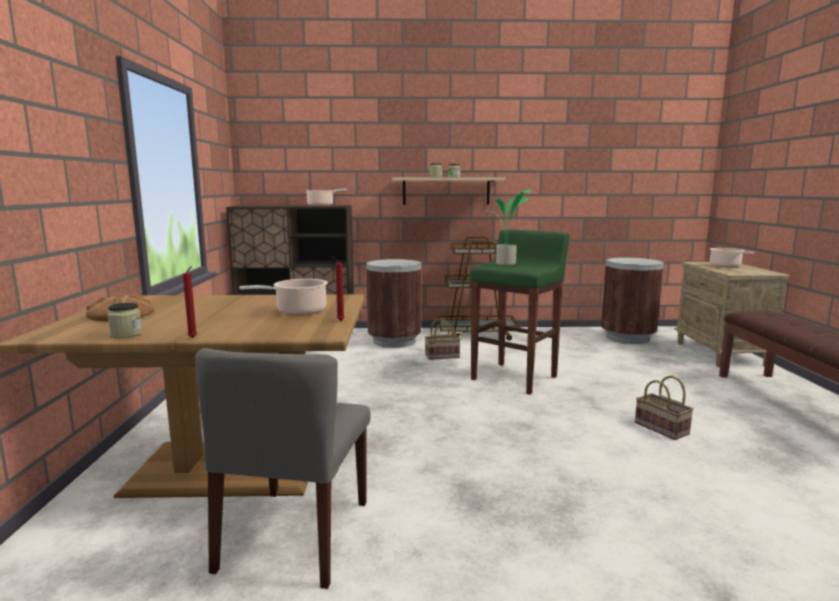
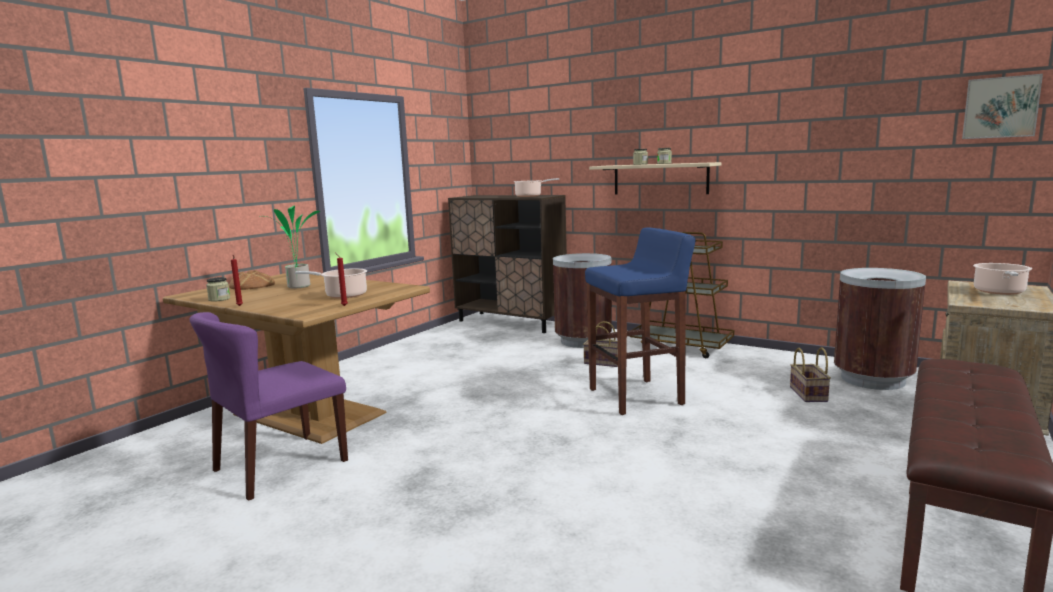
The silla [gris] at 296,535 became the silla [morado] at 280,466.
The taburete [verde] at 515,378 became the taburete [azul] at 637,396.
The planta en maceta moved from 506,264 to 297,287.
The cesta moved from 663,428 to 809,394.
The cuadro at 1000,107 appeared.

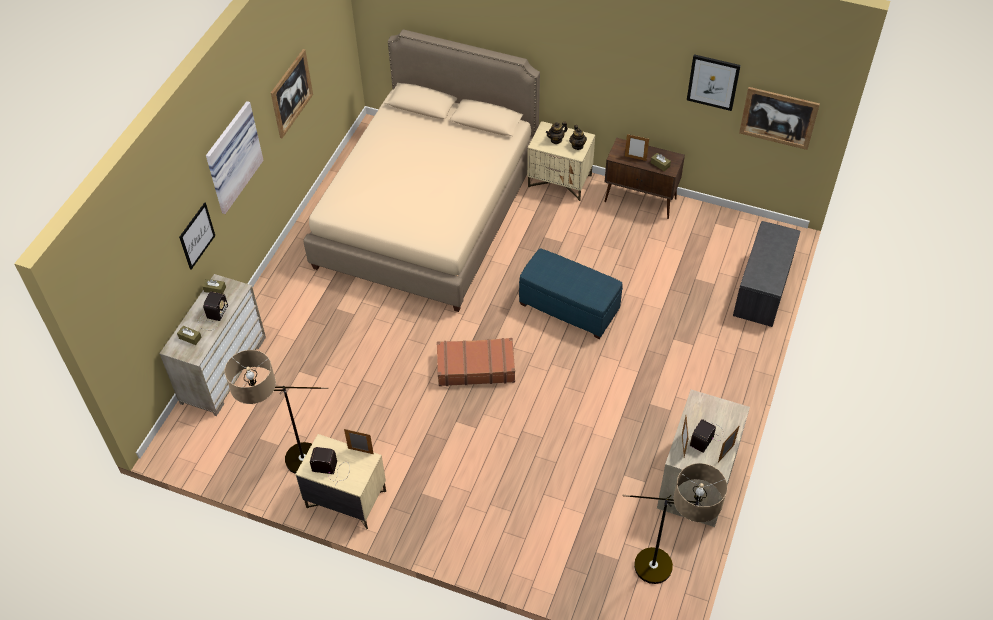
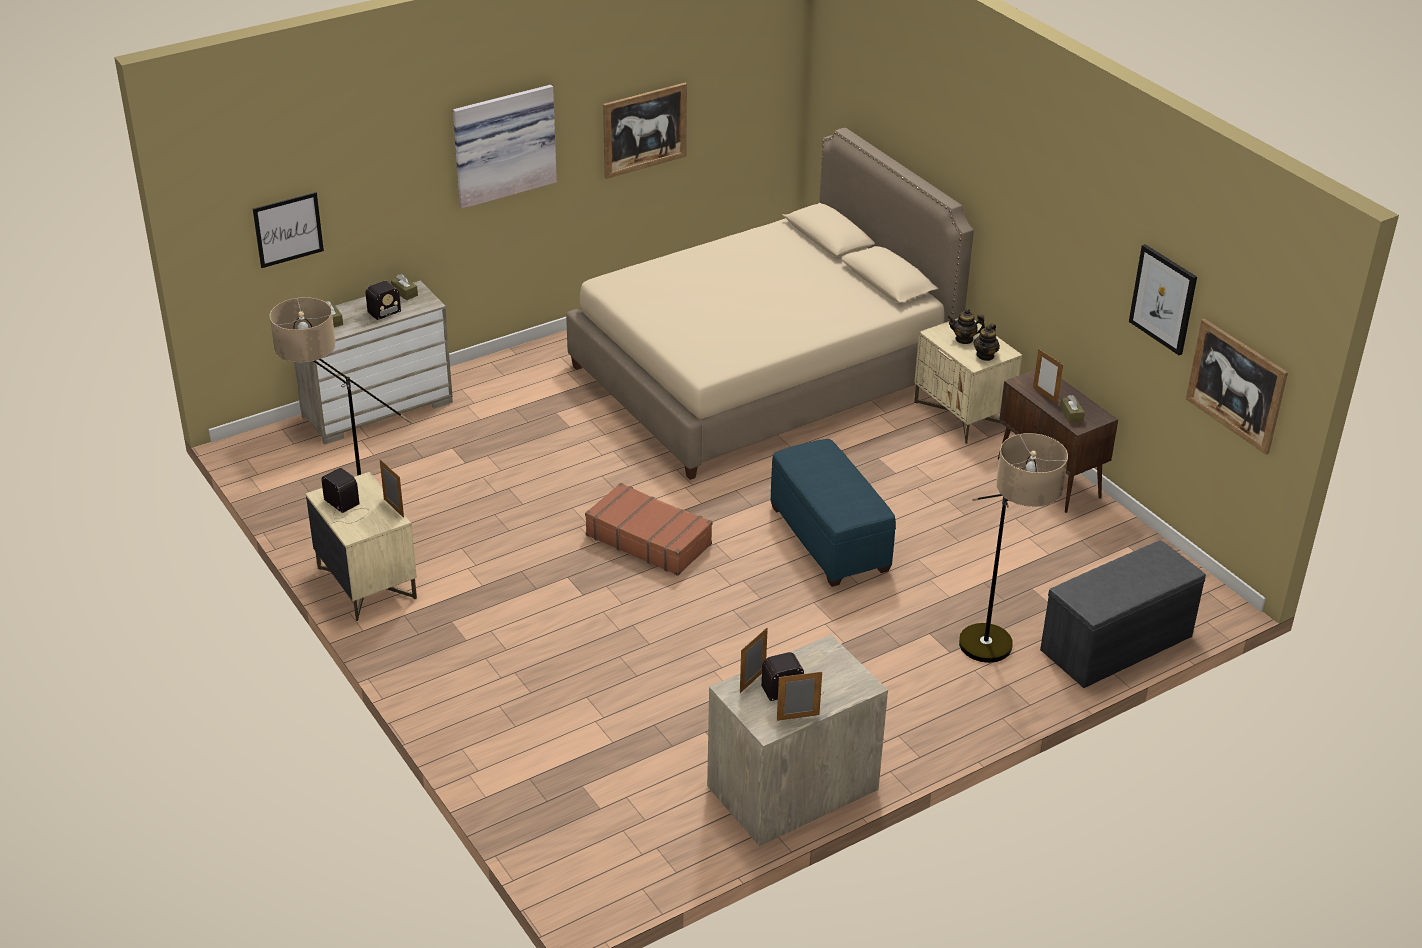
The cuadro moved from 197,236 to 288,229.
The lámpara de pie moved from 666,574 to 994,658.

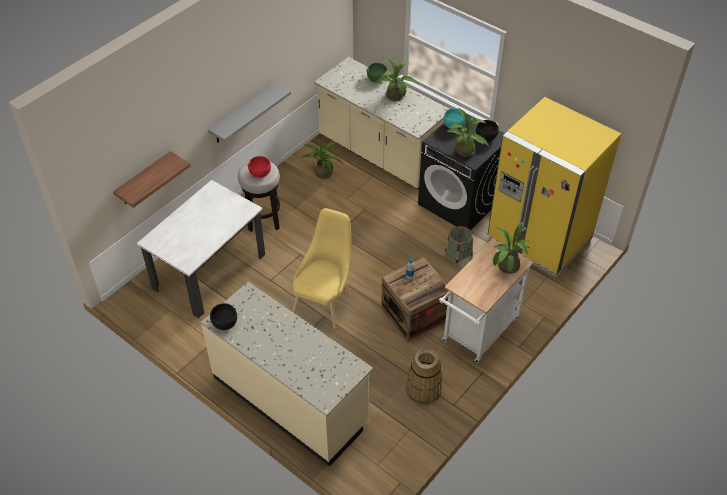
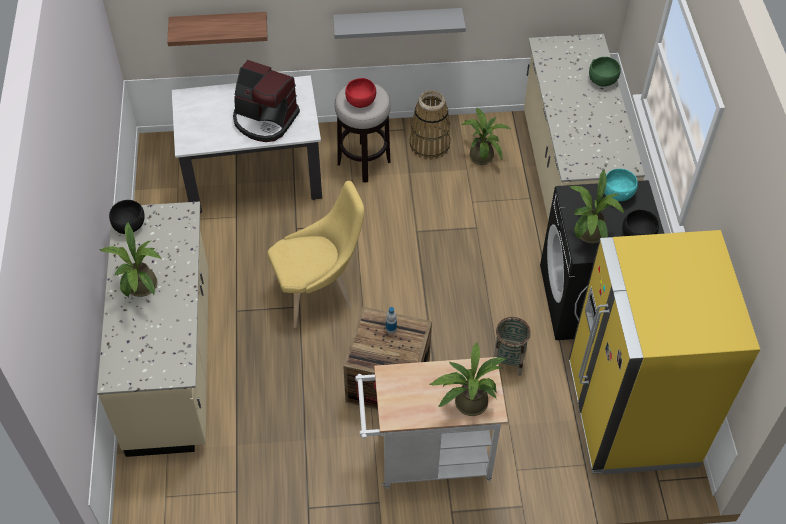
The planta en maceta moved from 396,97 to 141,289.
The cesta moved from 423,389 to 429,144.
The cafetera at 265,120 appeared.

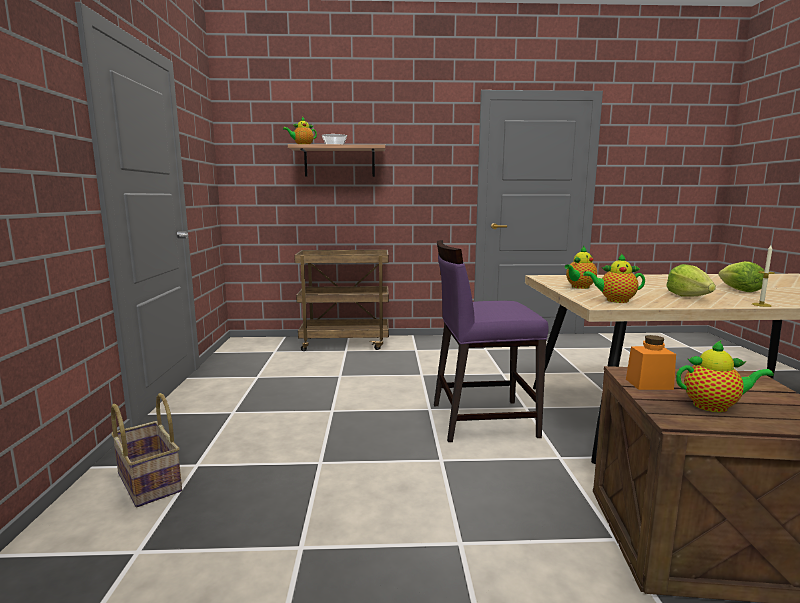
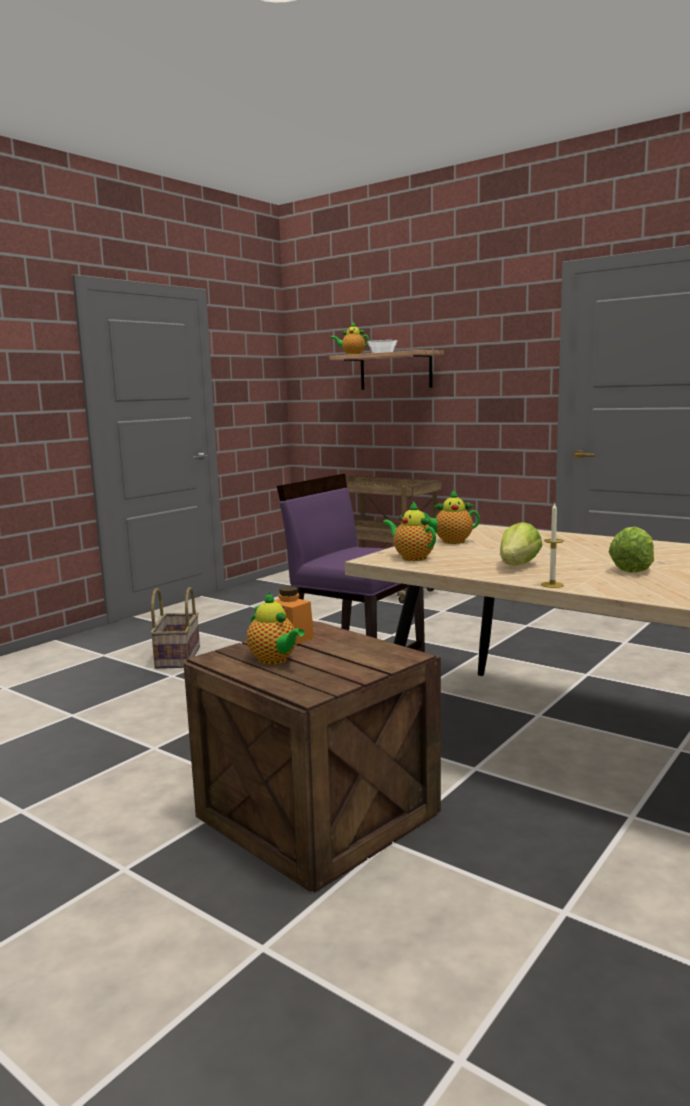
The cesta moved from 147,482 to 177,657.

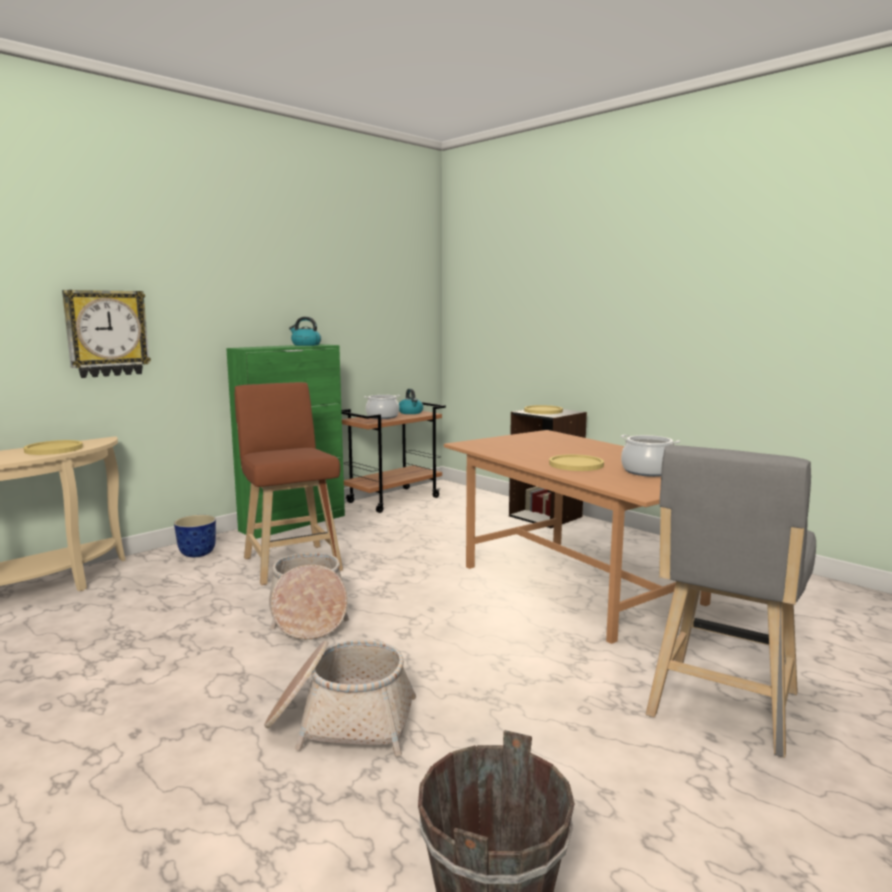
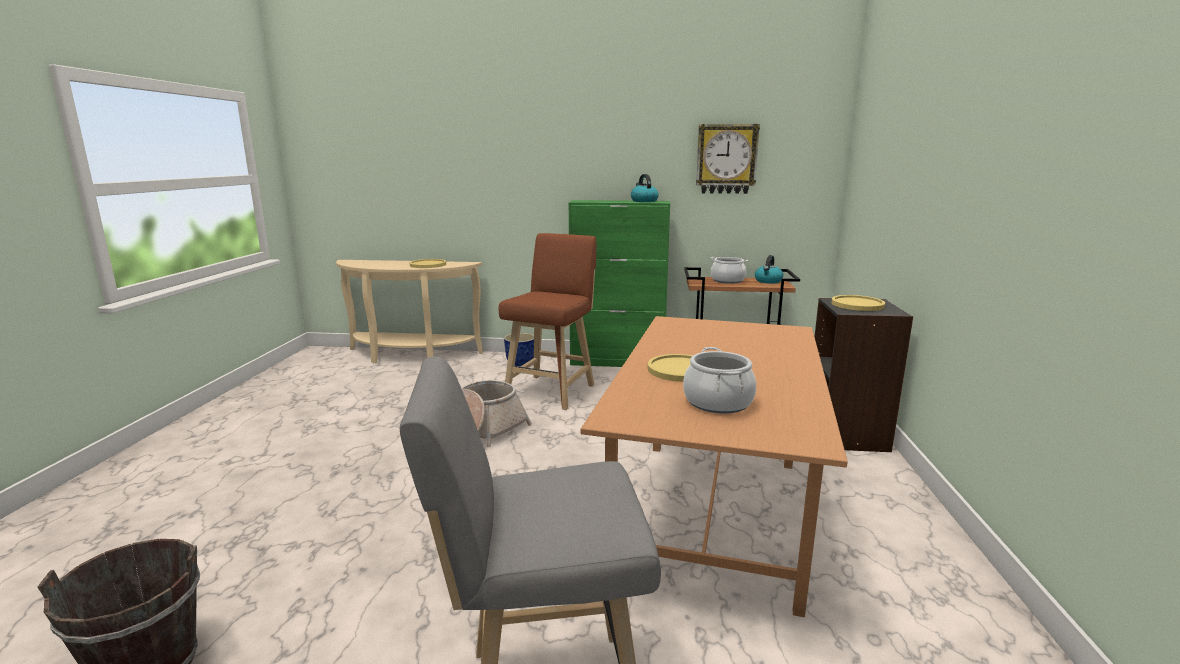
The reloj de pared moved from 107,333 to 726,159.
The cesta at 341,721 disappeared.

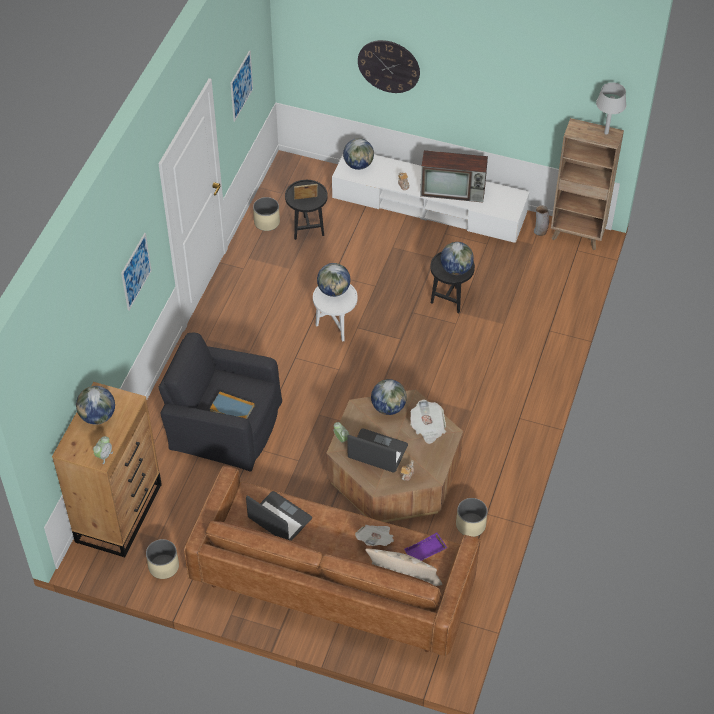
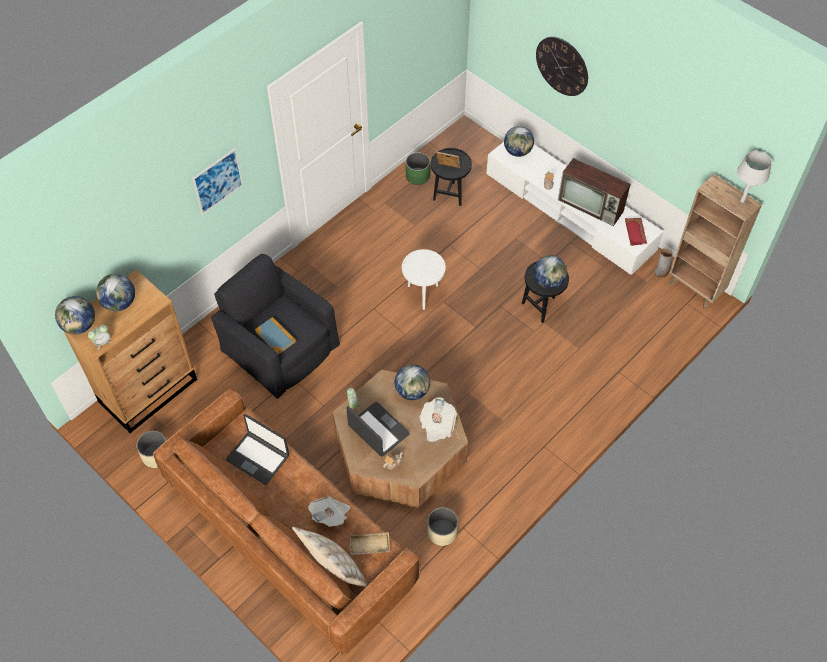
The cuadro at 241,86 disappeared.
The portátil at 279,519 turned 150 degrees clockwise.
The maceta [beis] at 266,222 became the maceta [verde] at 417,176.
The globo terráqueo moved from 334,290 to 80,326.
The bandeja [morado] at 425,552 became the bandeja [beis] at 369,546.
The bandeja [rojo] at 636,234 appeared.

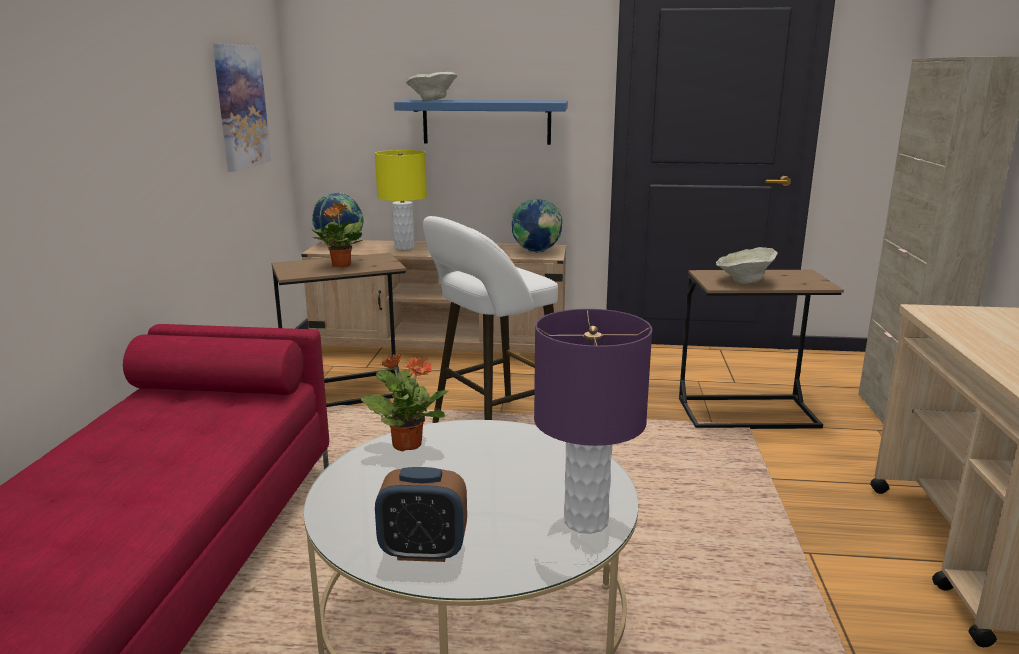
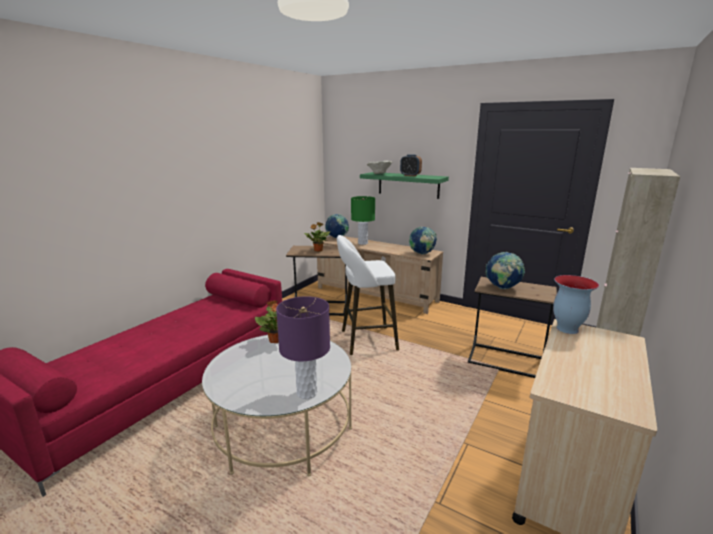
The cuadro at 240,107 disappeared.
The lámpara de mesa [amarillo] at 404,247 became the lámpara de mesa [verde] at 363,243.
The despertador moved from 423,551 to 410,175.
The estante [azul] at 486,122 became the estante [verde] at 408,185.
The cuenco [beis] at 744,281 was replaced by the globo terráqueo at 502,288.
The florero at 566,329 appeared.

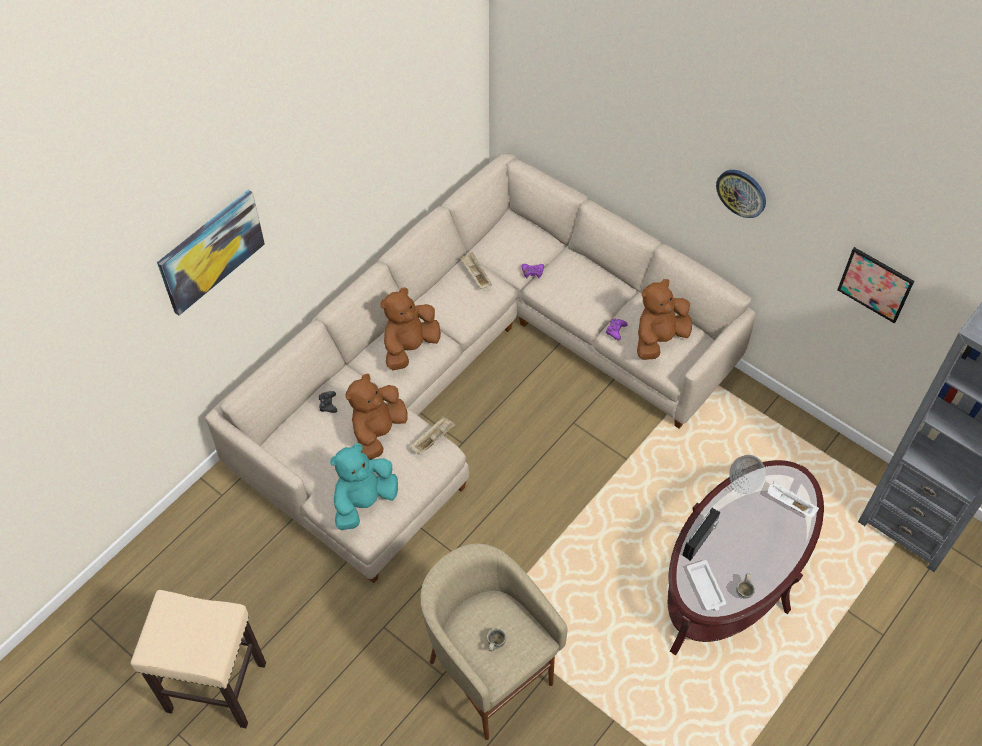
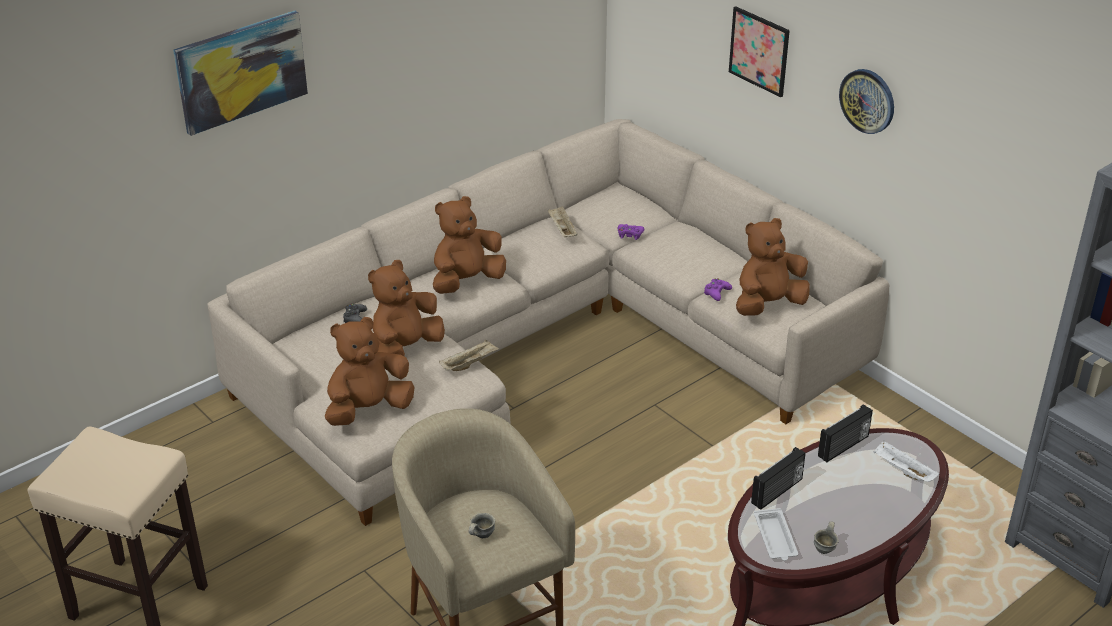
The peluche [turquesa] at 364,502 became the peluche [marrón] at 368,409.
The florero at 742,486 was replaced by the radio at 844,447.
The cuadro moved from 875,284 to 759,51.

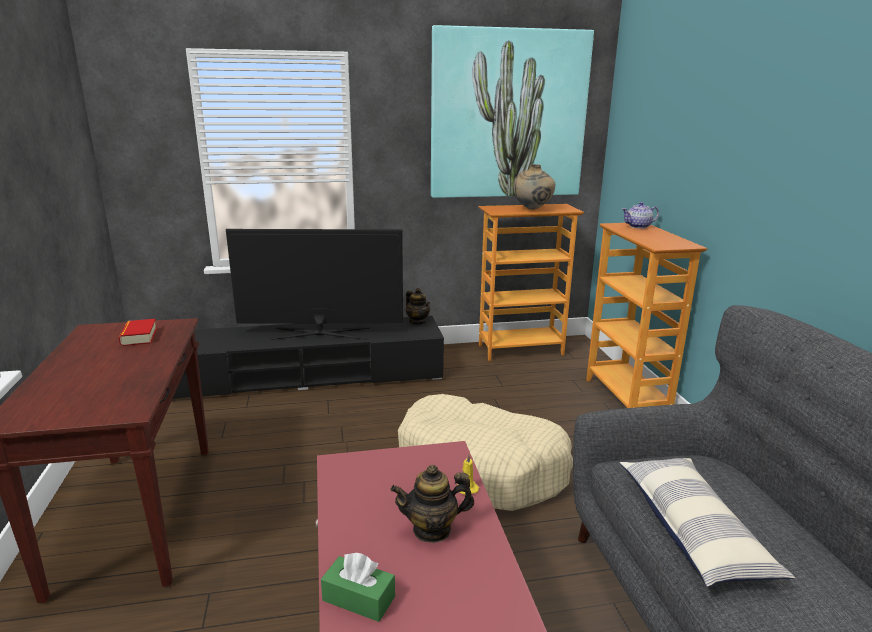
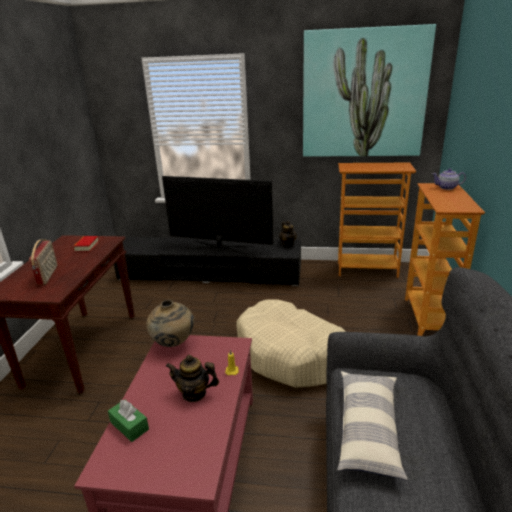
The florero [beis] moved from 532,209 to 174,344.
The radio at 48,275 appeared.

